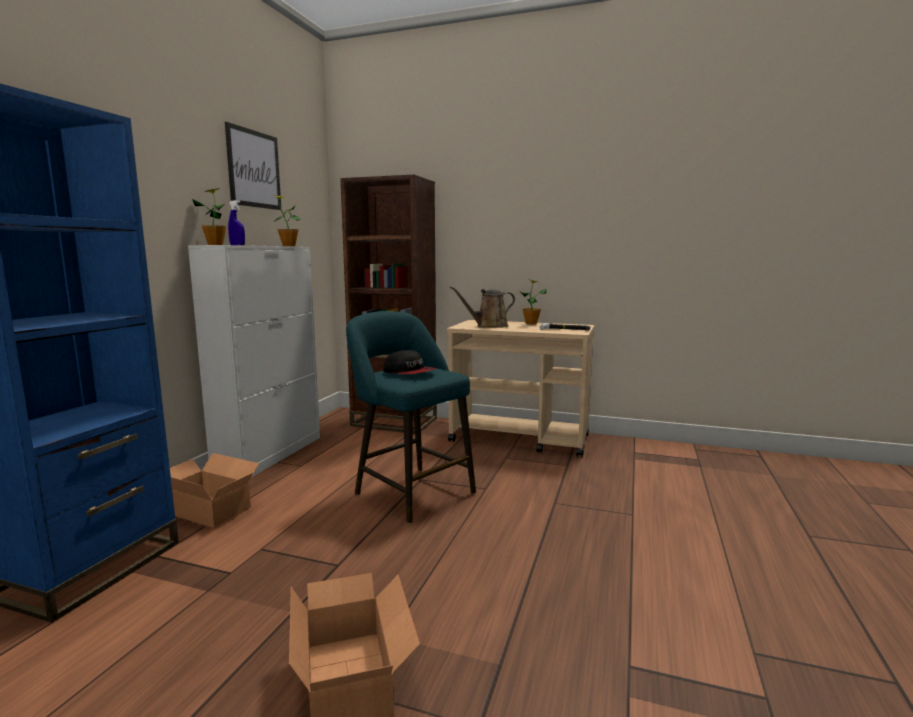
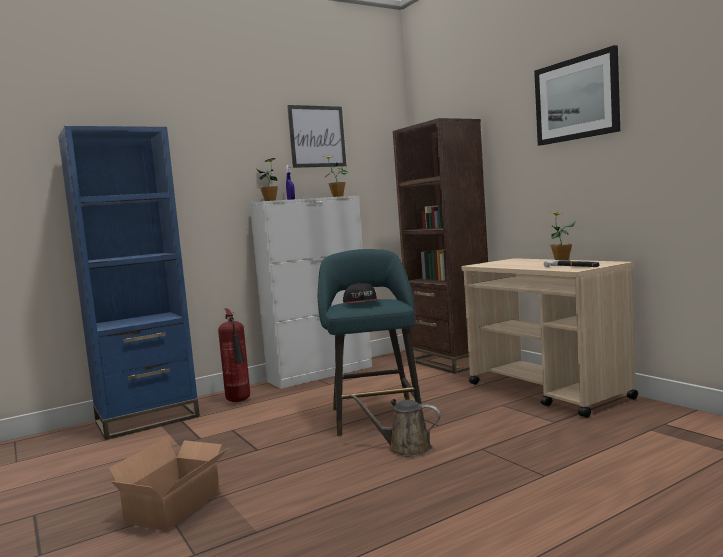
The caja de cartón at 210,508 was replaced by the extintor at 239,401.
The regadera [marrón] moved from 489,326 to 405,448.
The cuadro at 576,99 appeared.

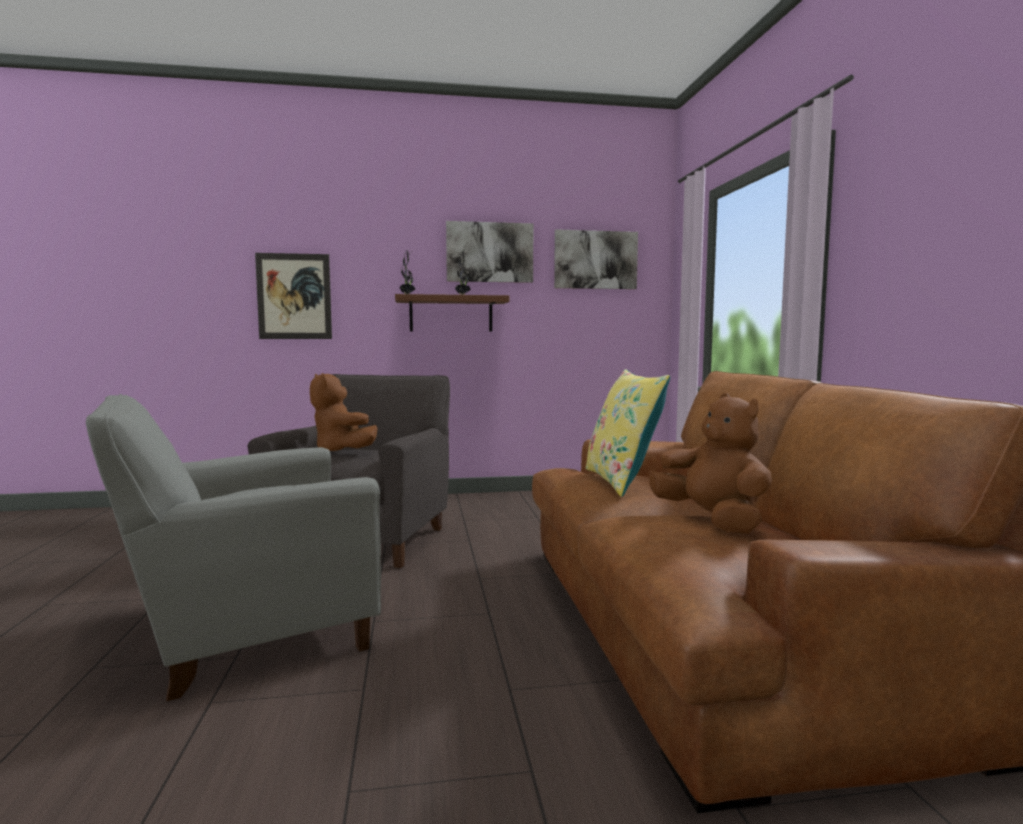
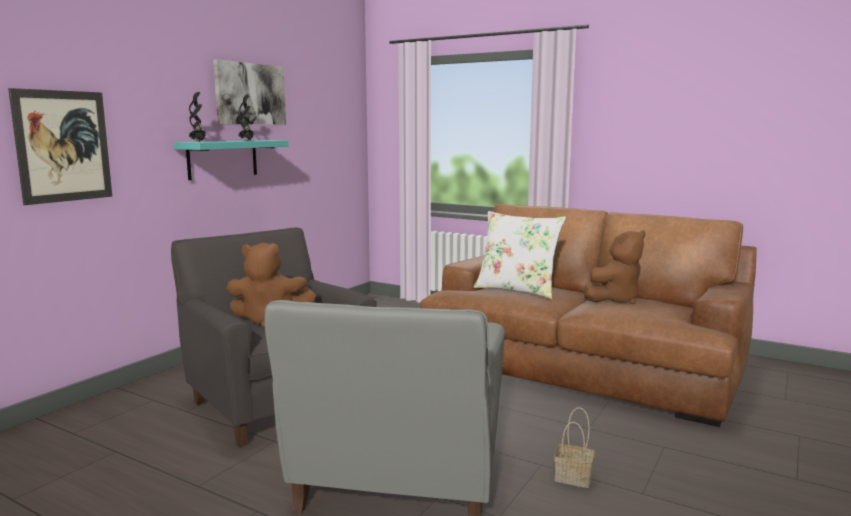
The estante [marrón] at 451,314 became the estante [turquesa] at 222,159.
The cuadro at 595,260 disappeared.
The cojín [amarillo] at 622,481 became the cojín [blanco] at 517,290.
The peluche [marrón] at 712,521 turned 135 degrees clockwise.
The cesta at 574,477 appeared.

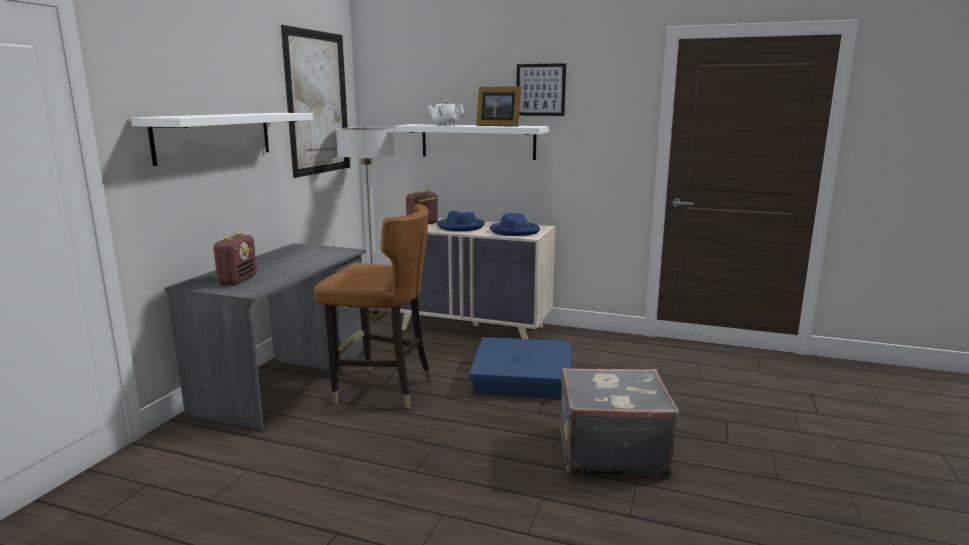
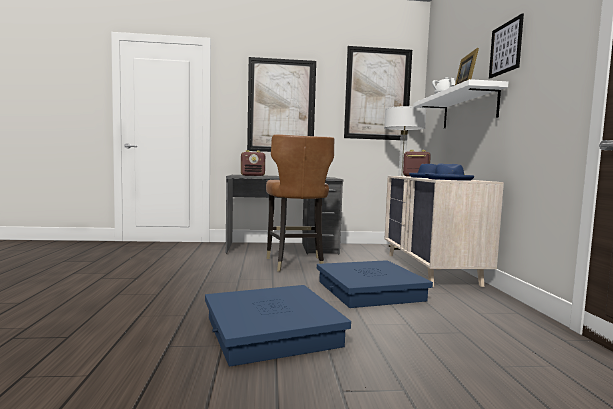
The estante [blanco] at 214,136 was replaced by the cuadro at 281,106.
The maleta [gris] at 610,450 was replaced by the caja de almacenaje [azul] at 271,331.

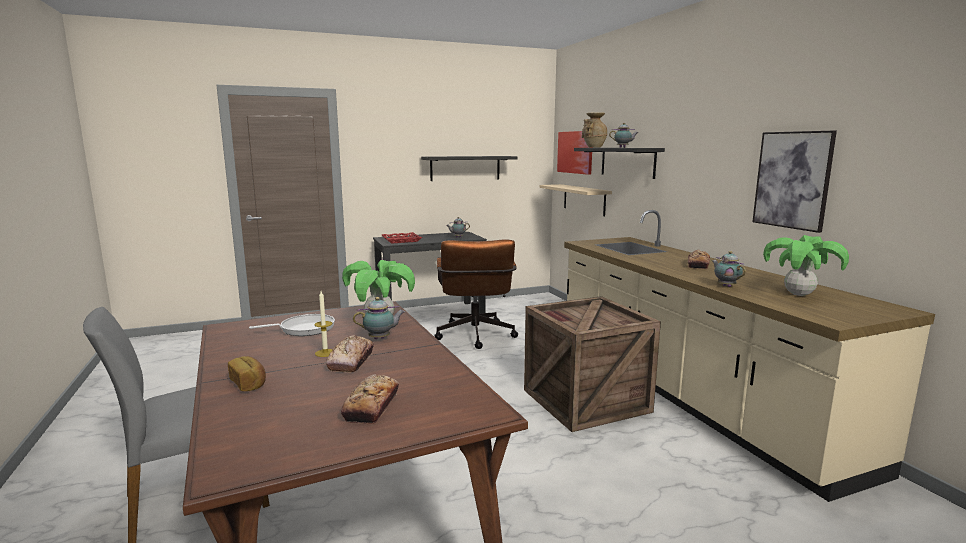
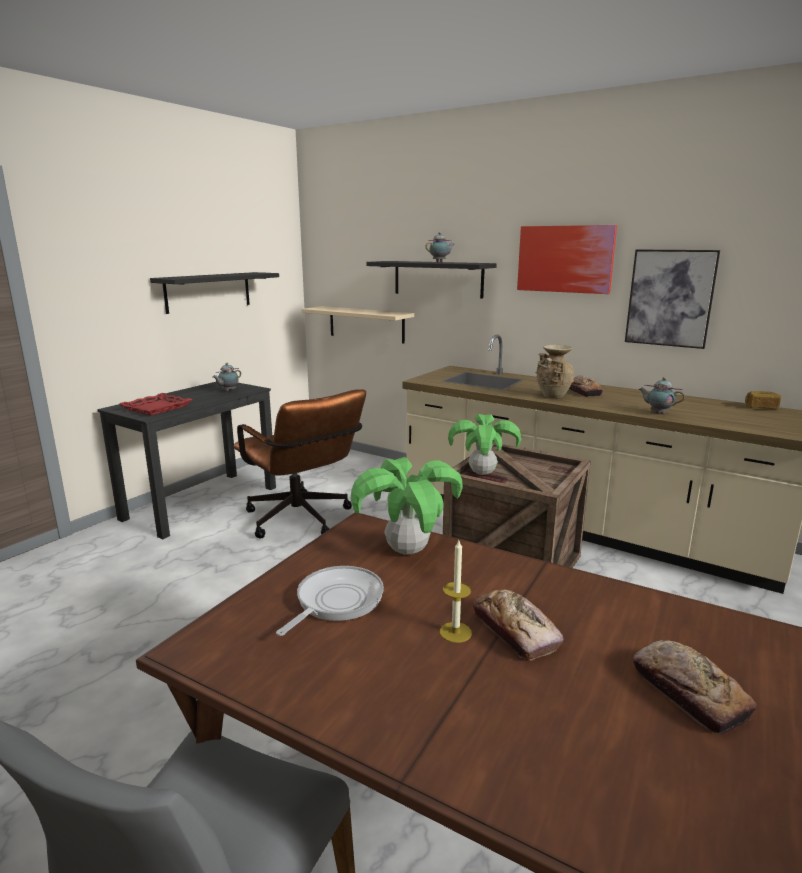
The pan moved from 249,383 to 761,407.
The tetera at 381,338 disappeared.
The cuadro moved from 575,152 to 565,259.
The florero [beis] moved from 593,147 to 552,396.
The planta en maceta moved from 798,294 to 482,473.

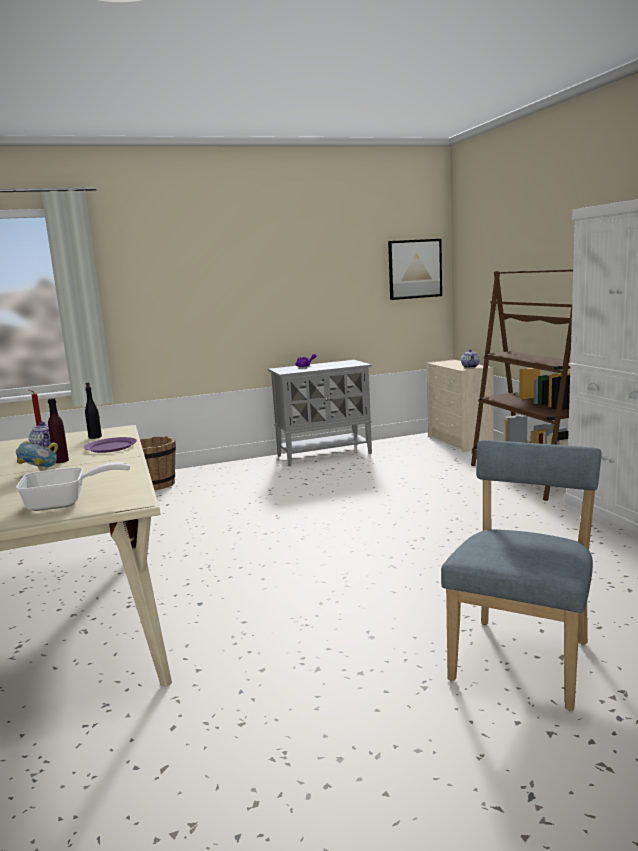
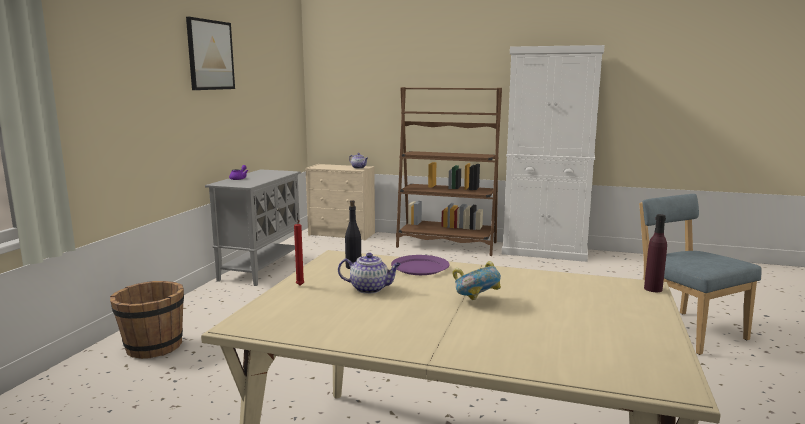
The sartén at 65,502 disappeared.
The botella [morado] moved from 61,461 to 653,289.
The cuadro moved from 415,269 to 210,55.

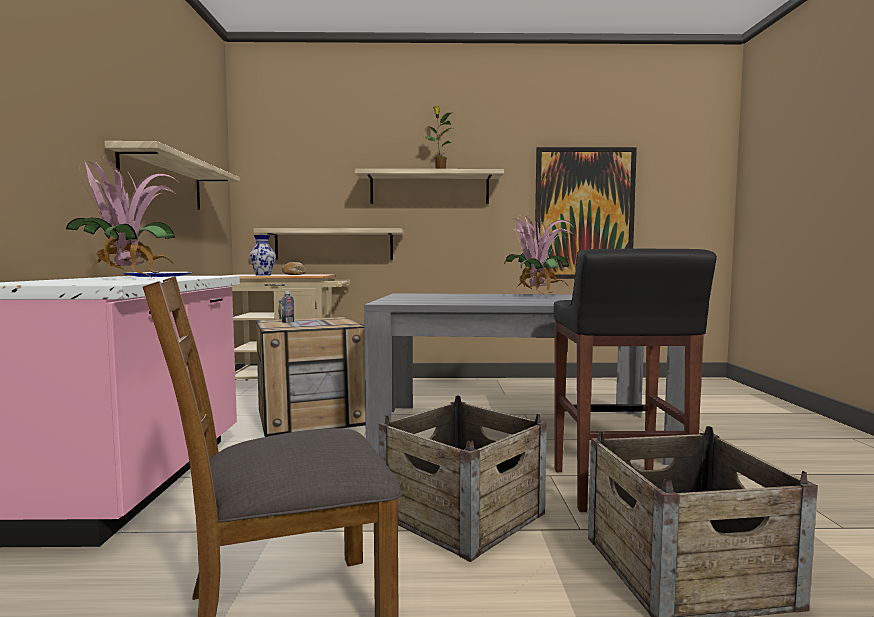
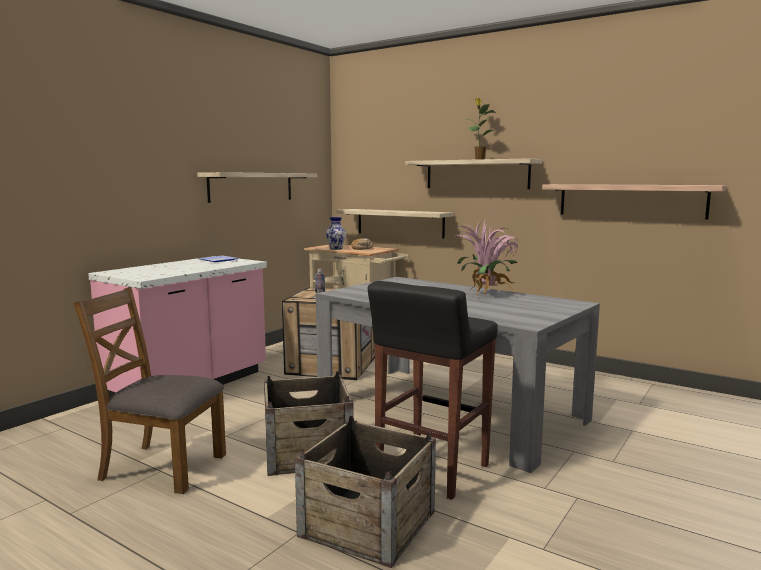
The planta en maceta at 128,278 disappeared.
The cuadro at 584,213 was replaced by the estante at 631,200.

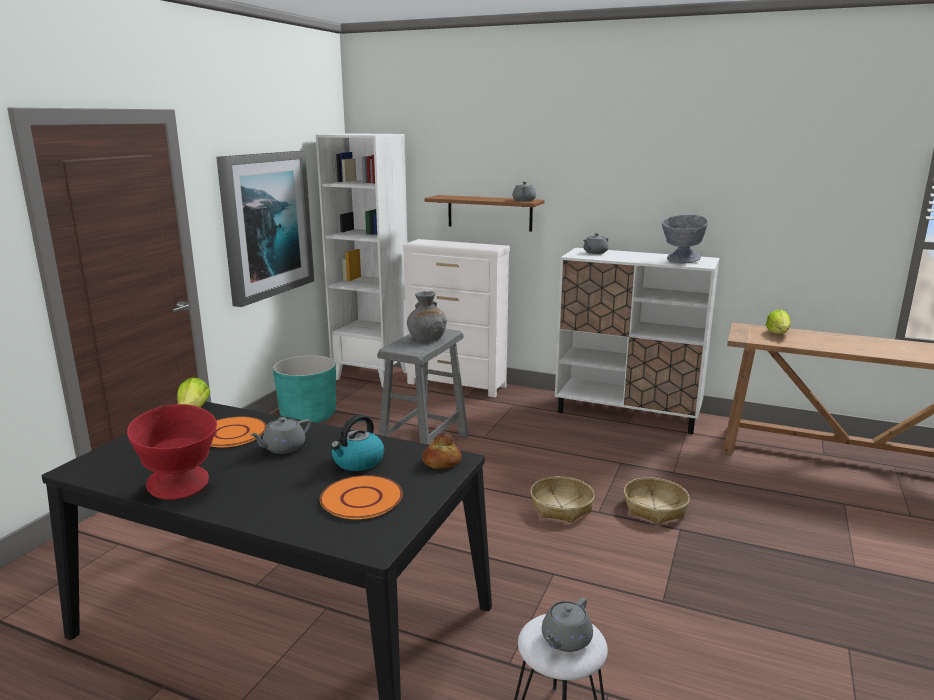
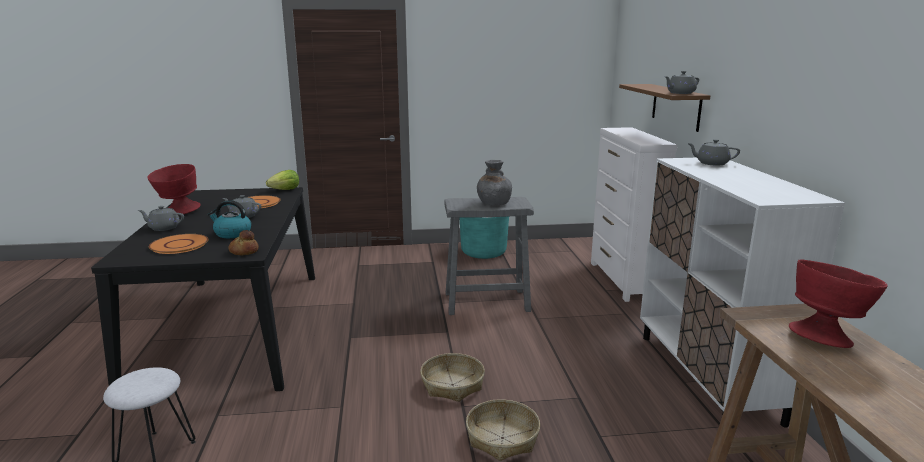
The cuadro at 266,225 disappeared.
The estantería [blanco] at 372,375 disappeared.
The tetera [gris] moved from 565,640 to 163,228.
The cuenco [gris] at 680,261 disappeared.
The lechuga at 778,334 was replaced by the cuenco [rojo] at 826,336.

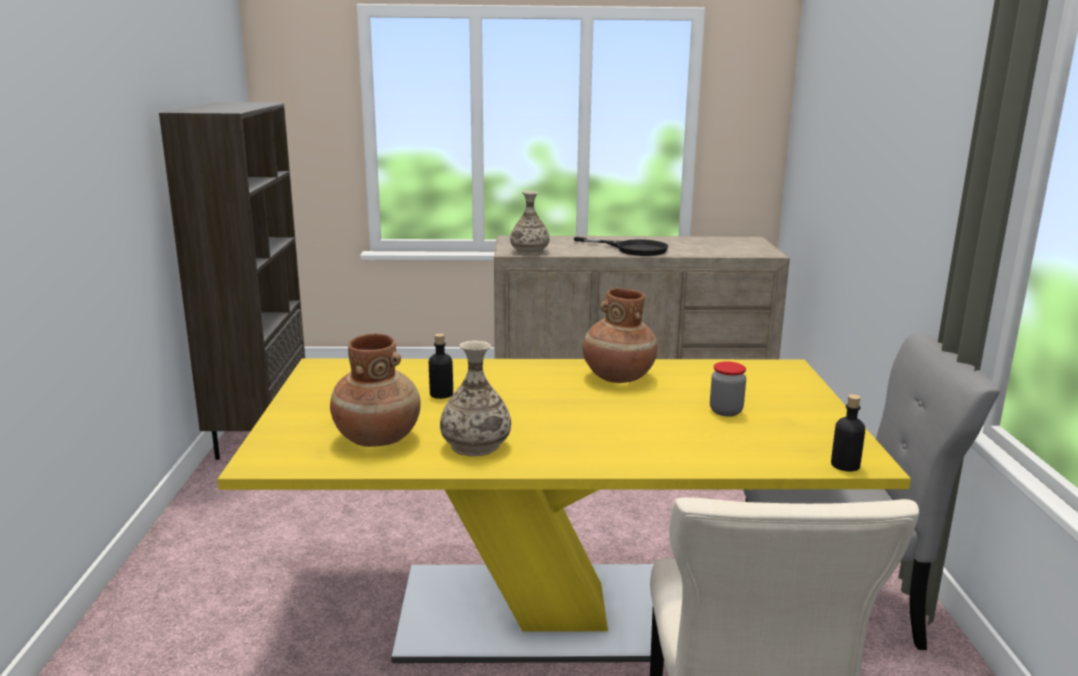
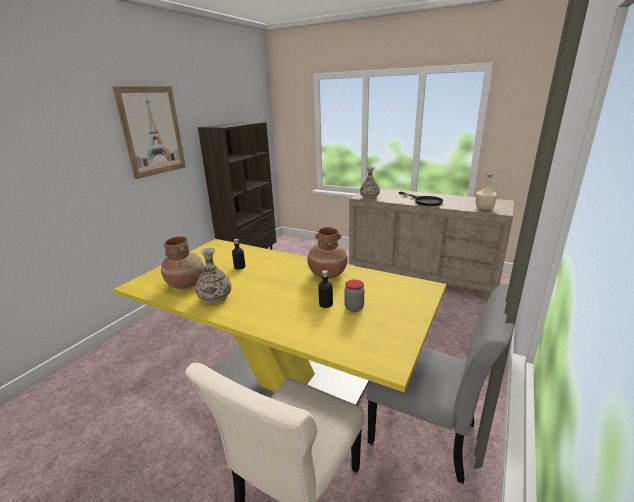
The botella [negro] moved from 845,465 to 325,304.
The cuadro at 152,131 appeared.
The botella [beis] at 483,208 appeared.

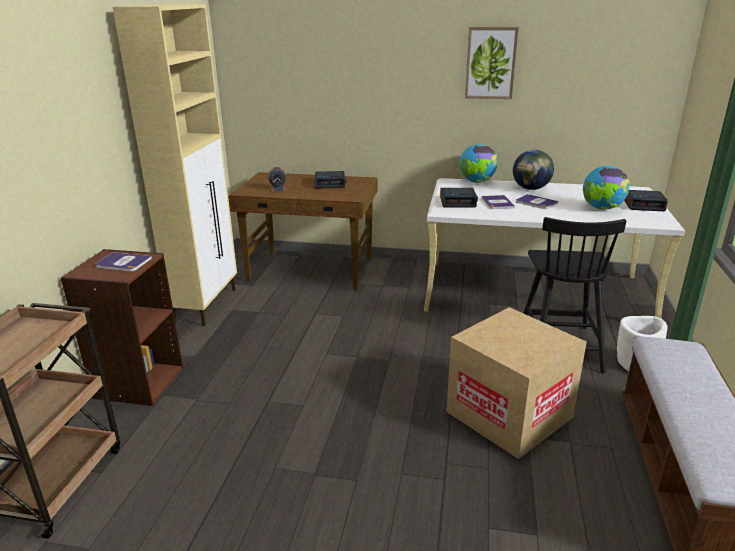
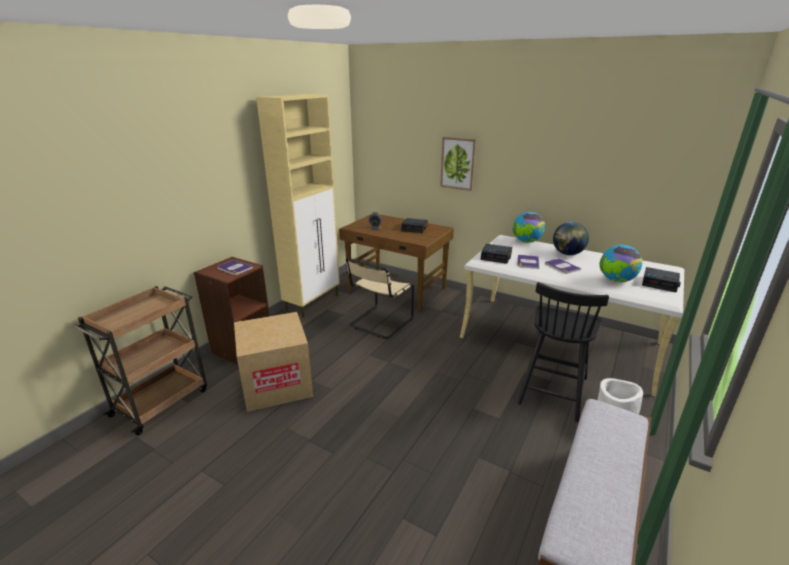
The caja de cartón moved from 509,414 to 276,384.
The cuadro moved from 490,63 to 458,163.
The silla [beis] at 379,323 appeared.

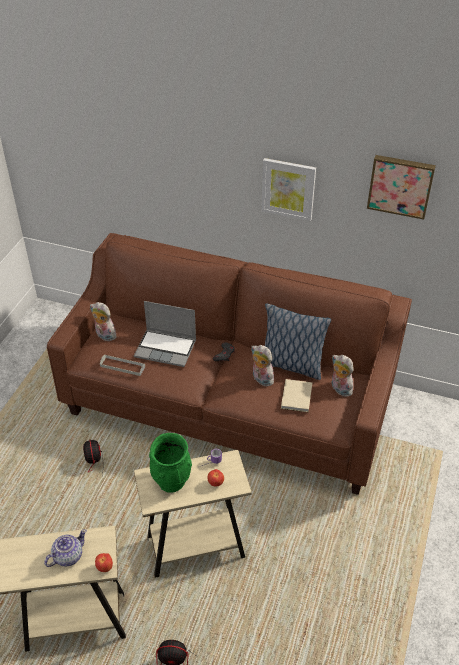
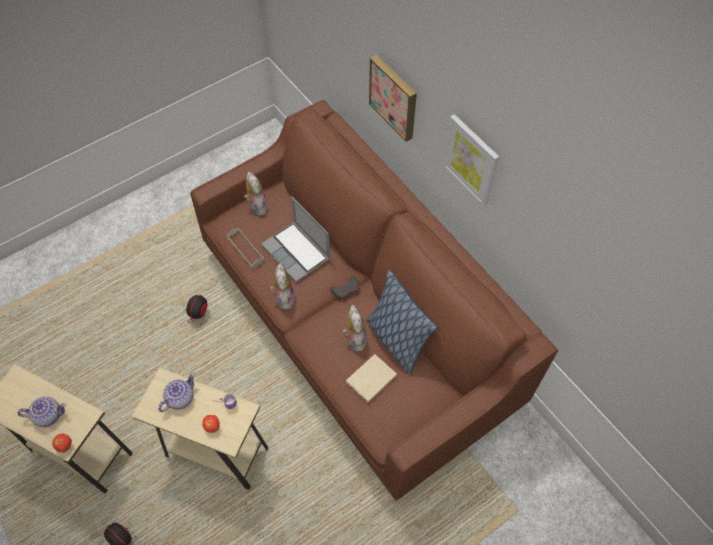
The florero [verde] at 171,480 was replaced by the tetera at 179,398.
The peluche moved from 339,389 to 283,297.
The cuadro moved from 400,185 to 394,97.

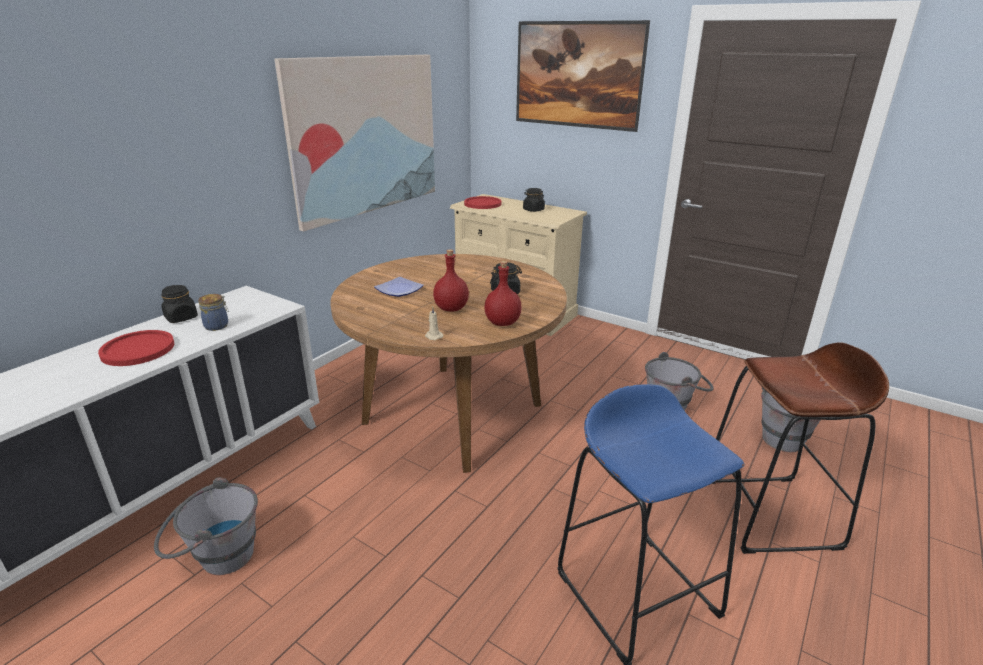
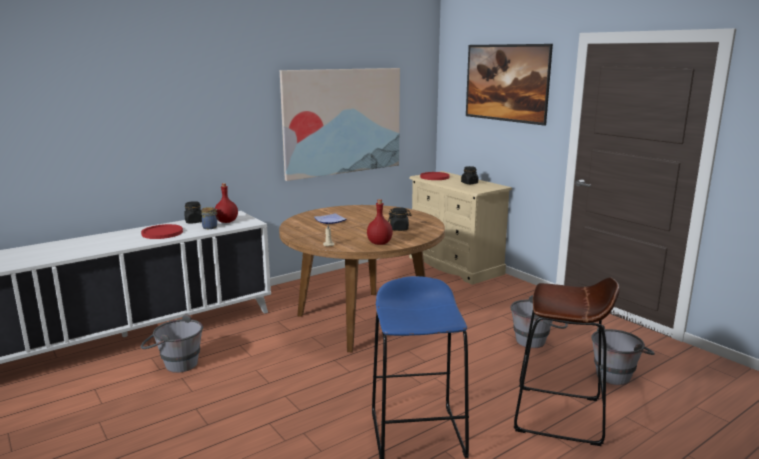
The botella [rojo] moved from 451,309 to 226,222.

